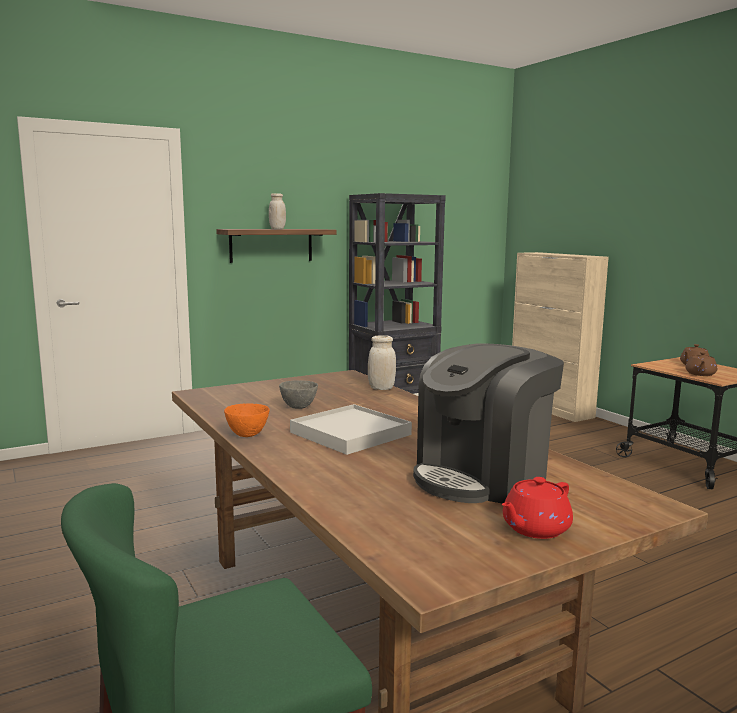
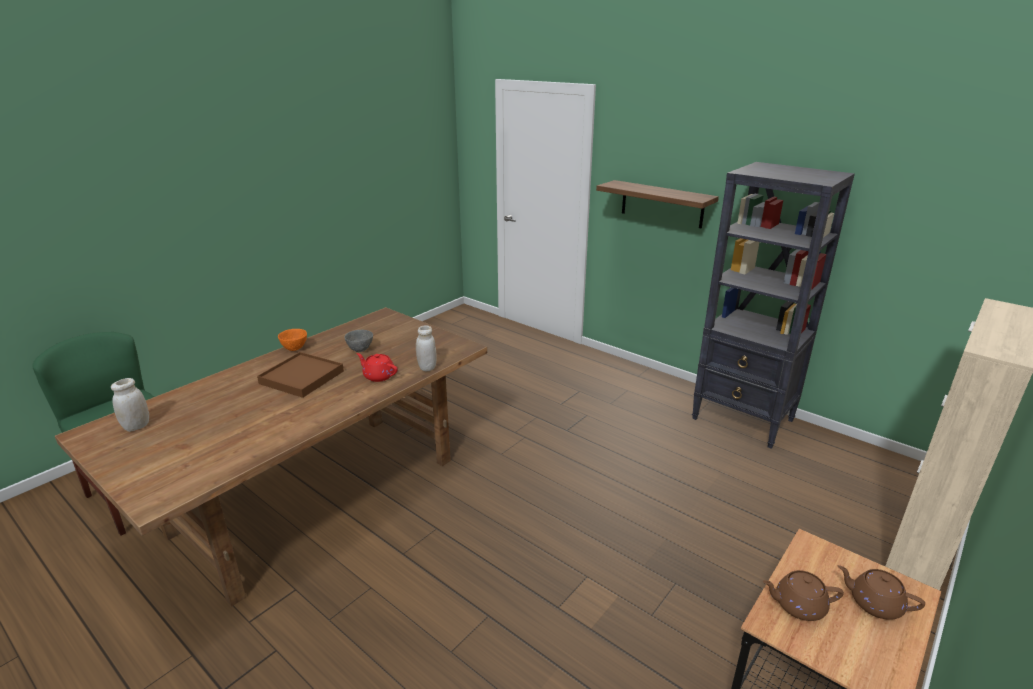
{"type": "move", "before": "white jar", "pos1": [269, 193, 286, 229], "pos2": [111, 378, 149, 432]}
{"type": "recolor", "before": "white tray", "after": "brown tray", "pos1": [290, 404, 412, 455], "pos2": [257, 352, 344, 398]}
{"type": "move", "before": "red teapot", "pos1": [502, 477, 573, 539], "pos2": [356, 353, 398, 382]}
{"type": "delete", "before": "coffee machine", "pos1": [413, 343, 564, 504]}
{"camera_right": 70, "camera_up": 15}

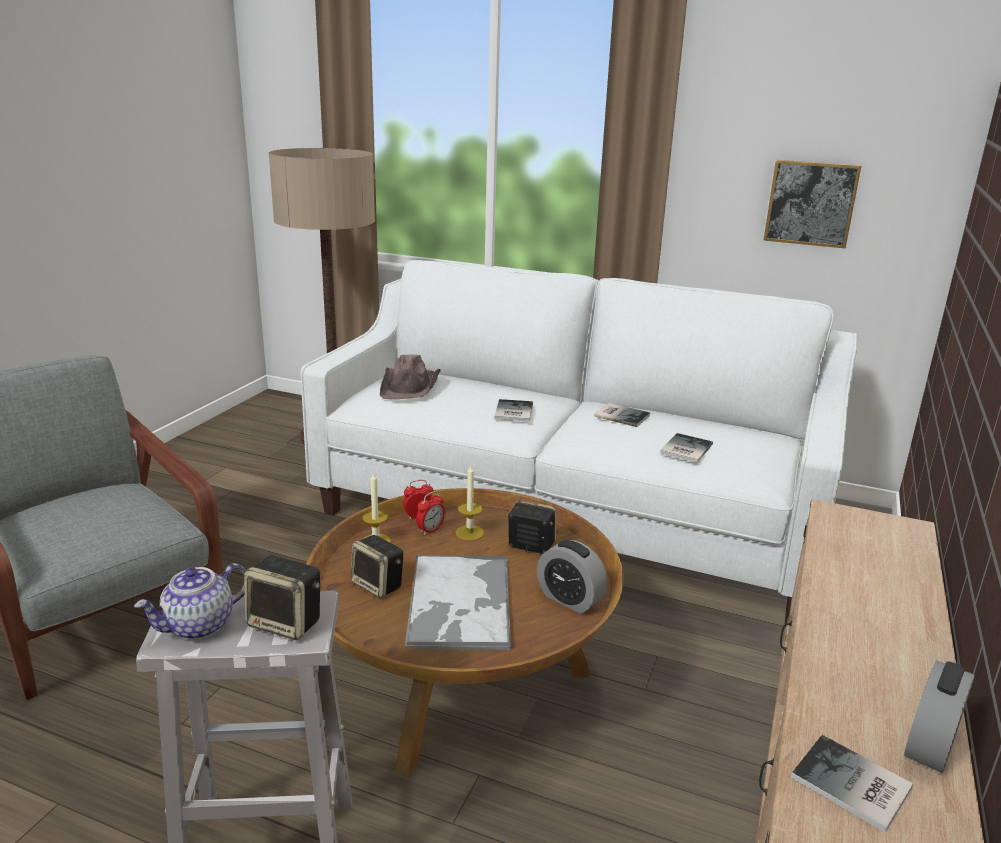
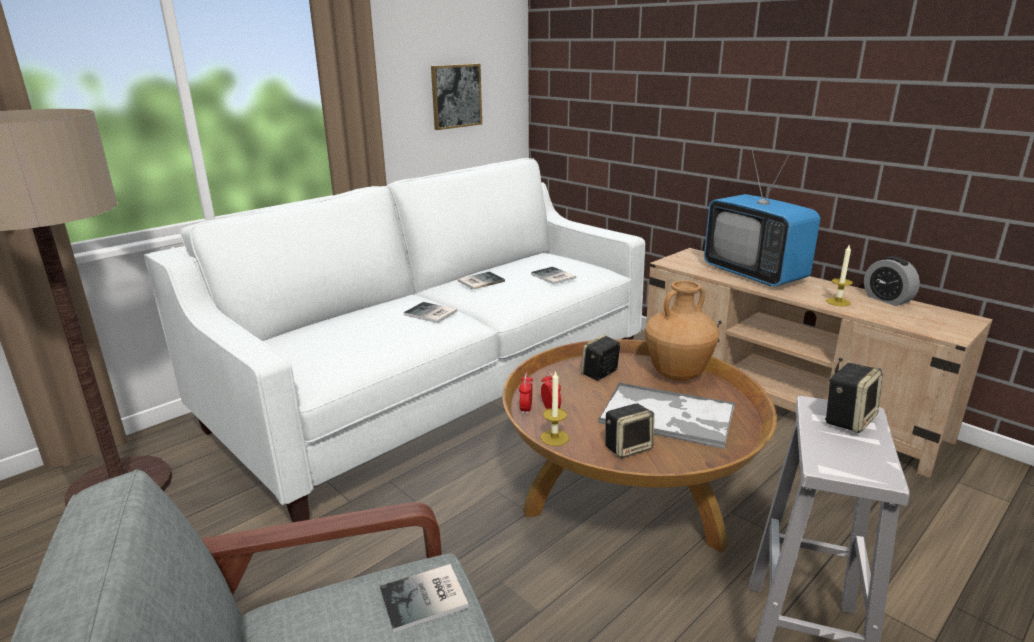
{"type": "move", "before": "book", "pos1": [791, 735, 913, 832], "pos2": [380, 564, 469, 633]}
{"type": "replace", "before": "alarm clock", "after": "brown vase", "pos1": [537, 540, 608, 614], "pos2": [644, 280, 720, 381]}
{"type": "insert", "after": "television", "pos2": [704, 150, 820, 286]}
{"type": "move", "before": "candle", "pos1": [455, 465, 484, 541], "pos2": [826, 244, 853, 306]}
{"type": "delete", "before": "teapot", "pos1": [134, 563, 246, 640]}
{"type": "delete", "before": "brown hat", "pos1": [380, 355, 441, 400]}
{"camera_right": -65, "camera_up": 0}

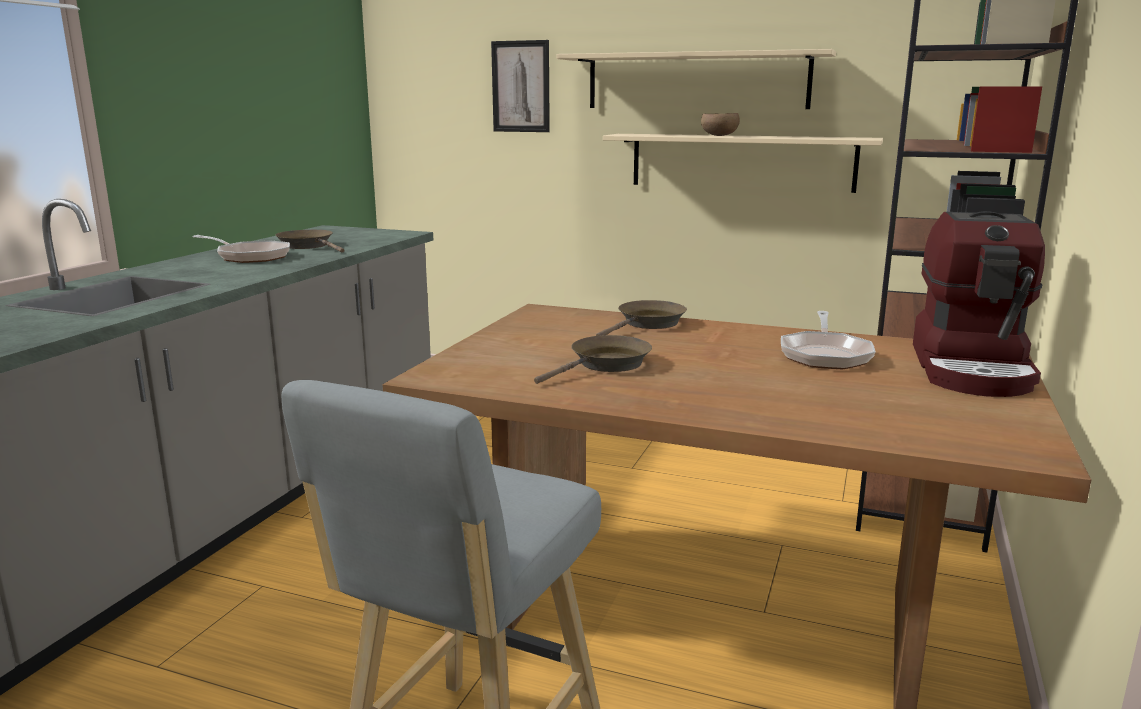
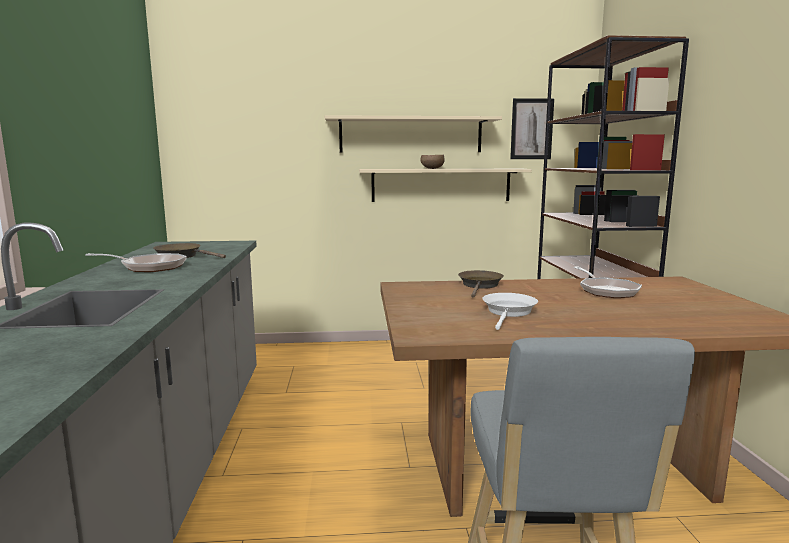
{"type": "recolor", "before": "brown frying pan", "after": "white frying pan", "pos1": [534, 335, 652, 384], "pos2": [482, 293, 538, 330]}
{"type": "move", "before": "picture", "pos1": [491, 40, 550, 132], "pos2": [510, 98, 554, 159]}
{"type": "delete", "before": "coffee machine", "pos1": [913, 211, 1045, 397]}
{"camera_right": -25, "camera_up": -5}

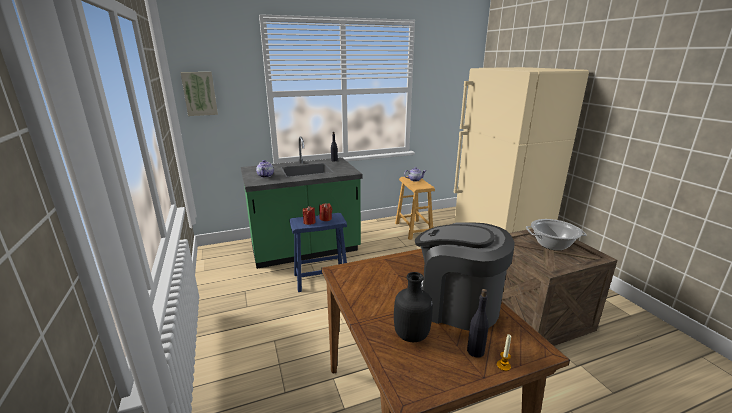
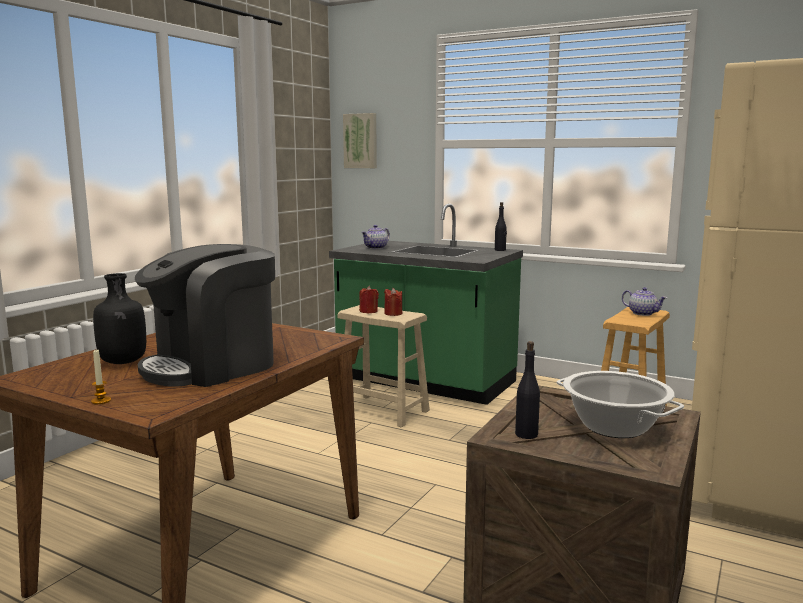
{"type": "rotate", "before": "coffee machine", "pos1": [415, 222, 514, 331], "pos2": [135, 244, 275, 387], "turn": -120}
{"type": "recolor", "before": "blue stool", "after": "beige stool", "pos1": [289, 213, 347, 292], "pos2": [337, 305, 430, 428]}
{"type": "move", "before": "black bottle", "pos1": [467, 289, 489, 358], "pos2": [515, 341, 540, 439]}
{"camera_right": 50, "camera_up": -10}

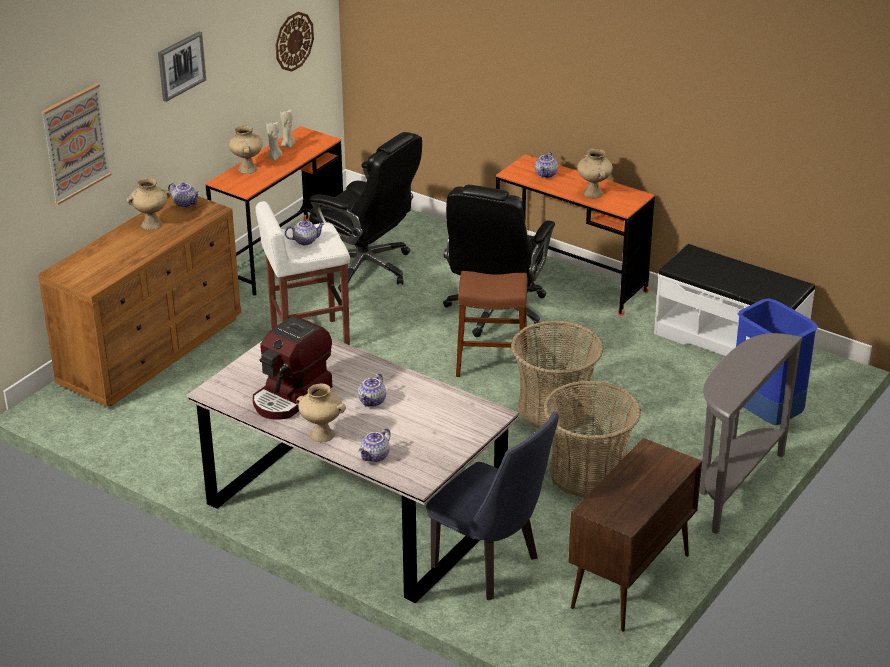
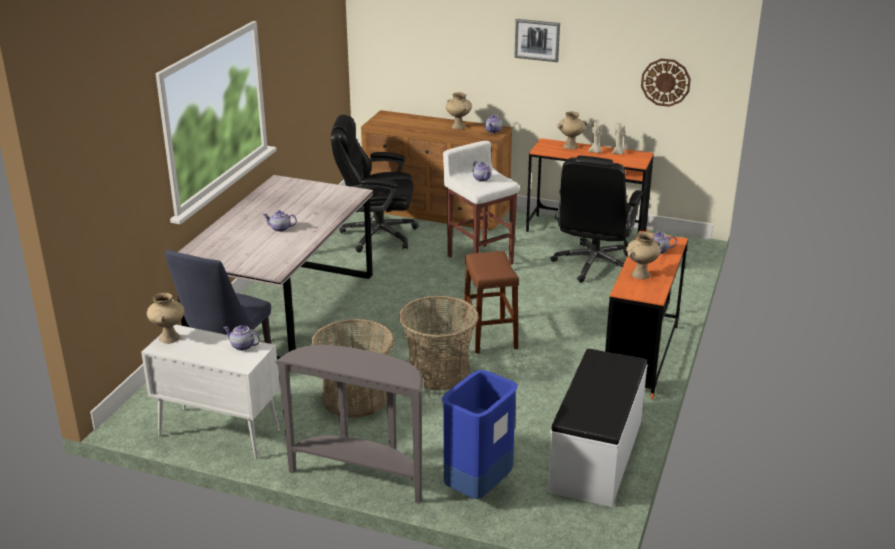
{"type": "recolor", "before": "brown cabinet", "after": "white cabinet", "pos1": [568, 438, 702, 632], "pos2": [141, 325, 280, 459]}
{"type": "move", "before": "beige vase", "pos1": [296, 383, 346, 442], "pos2": [147, 293, 184, 344]}
{"type": "move", "before": "teapot", "pos1": [359, 428, 391, 462], "pos2": [223, 325, 260, 351]}
{"type": "move", "before": "black office chair", "pos1": [443, 185, 555, 337], "pos2": [331, 115, 419, 253]}
{"type": "delete", "before": "picture", "pos1": [41, 83, 111, 205]}
{"type": "delete", "before": "coffee machine", "pos1": [253, 316, 332, 420]}
{"camera_right": 75, "camera_up": -5}

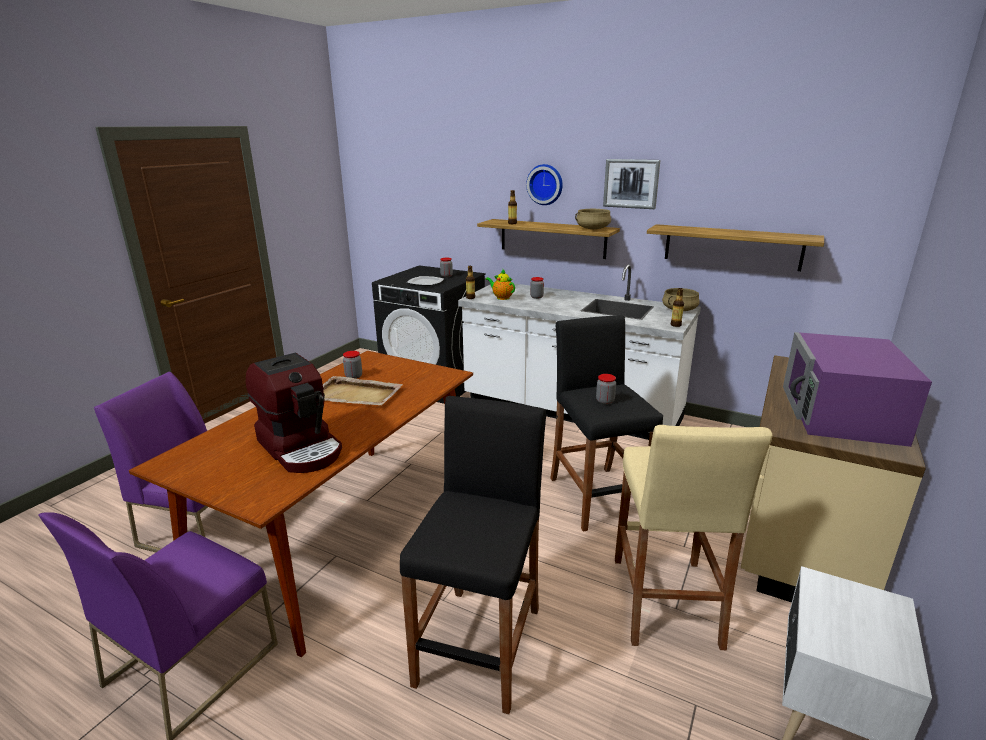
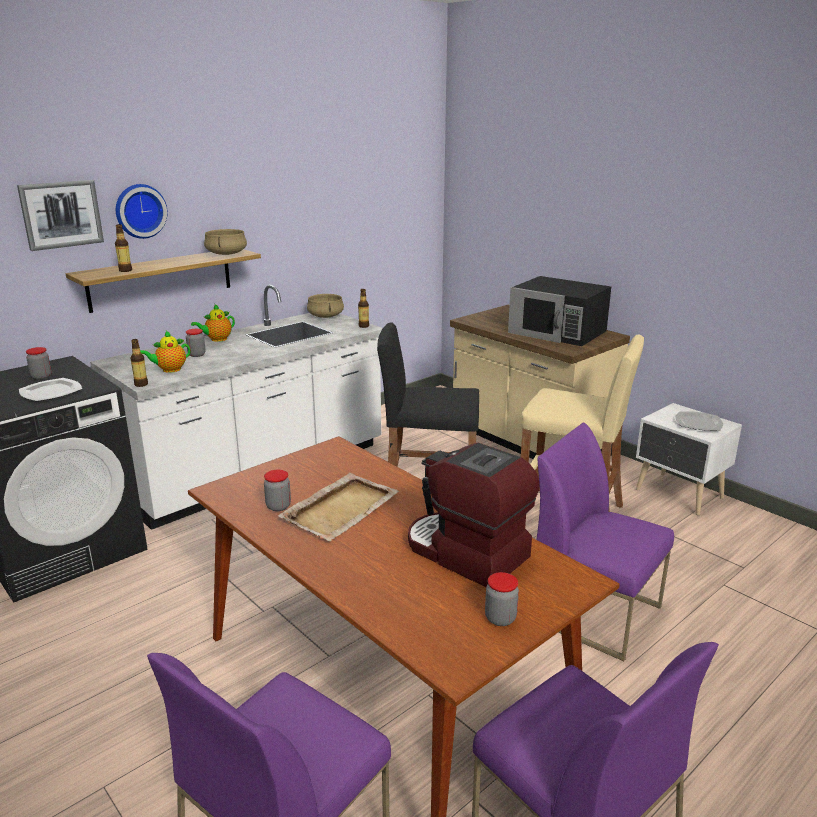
{"type": "move", "before": "picture", "pos1": [603, 159, 661, 209], "pos2": [17, 180, 104, 251]}
{"type": "insert", "after": "teapot", "pos2": [191, 304, 235, 342]}
{"type": "rotate", "before": "coffee machine", "pos1": [246, 353, 342, 473], "pos2": [408, 443, 540, 587], "turn": -120}
{"type": "move", "before": "jar", "pos1": [596, 374, 616, 404], "pos2": [485, 572, 519, 626]}
{"type": "recolor", "before": "purple microwave", "after": "black microwave", "pos1": [783, 332, 932, 447], "pos2": [508, 276, 611, 346]}
{"type": "replace", "before": "black stool", "after": "purple chair", "pos1": [400, 396, 546, 714], "pos2": [536, 422, 674, 661]}
{"type": "insert", "after": "plate", "pos2": [675, 411, 723, 431]}
{"type": "delete", "before": "shelf", "pos1": [647, 224, 824, 271]}
{"camera_right": -70, "camera_up": 0}

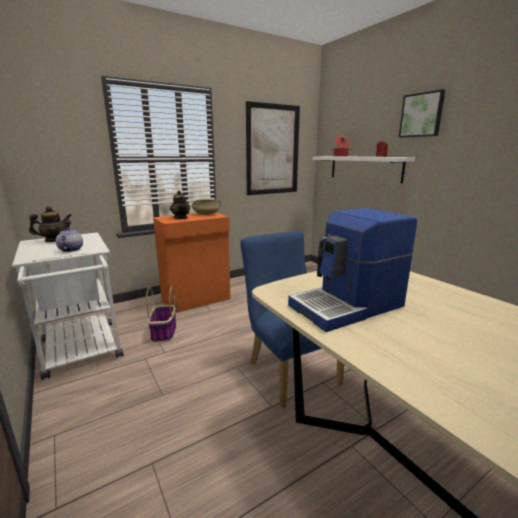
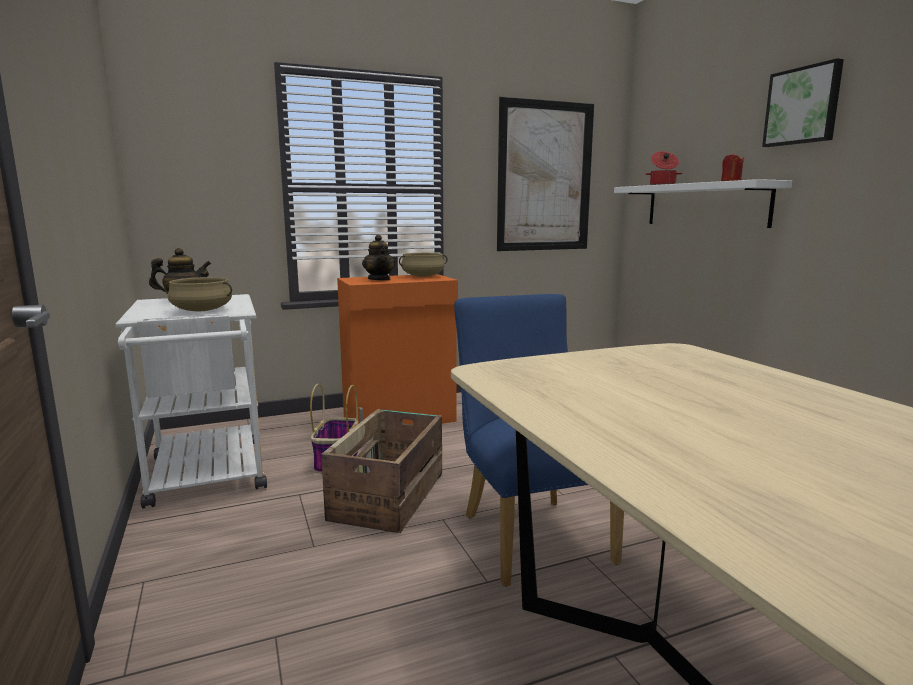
{"type": "replace", "before": "teapot", "after": "beige cooking pot", "pos1": [56, 227, 83, 252], "pos2": [164, 277, 232, 311]}
{"type": "insert", "after": "crate", "pos2": [321, 409, 442, 533]}
{"type": "delete", "before": "coffee machine", "pos1": [288, 208, 417, 332]}
{"camera_right": 10, "camera_up": -5}

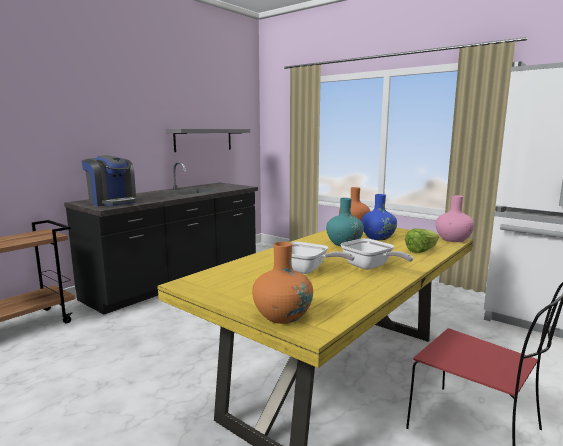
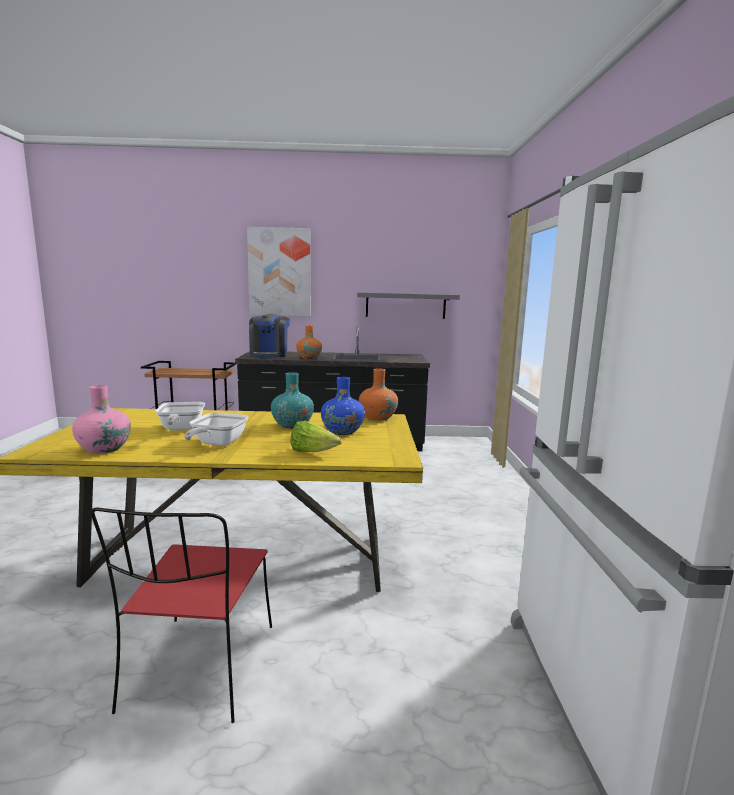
{"type": "move", "before": "pink vase", "pos1": [436, 195, 474, 242], "pos2": [72, 385, 131, 454]}
{"type": "insert", "after": "picture", "pos2": [247, 227, 310, 316]}
{"type": "move", "before": "orange vase", "pos1": [252, 242, 313, 324], "pos2": [296, 326, 322, 359]}
{"camera_right": 50, "camera_up": 0}

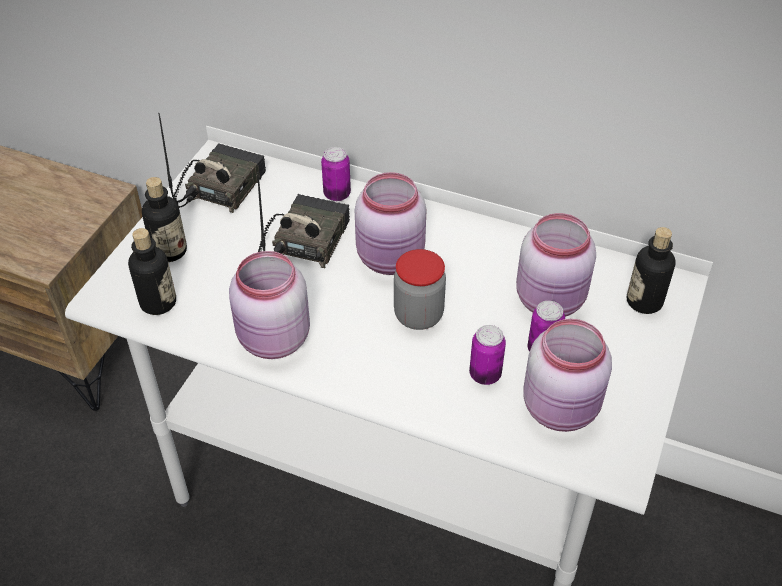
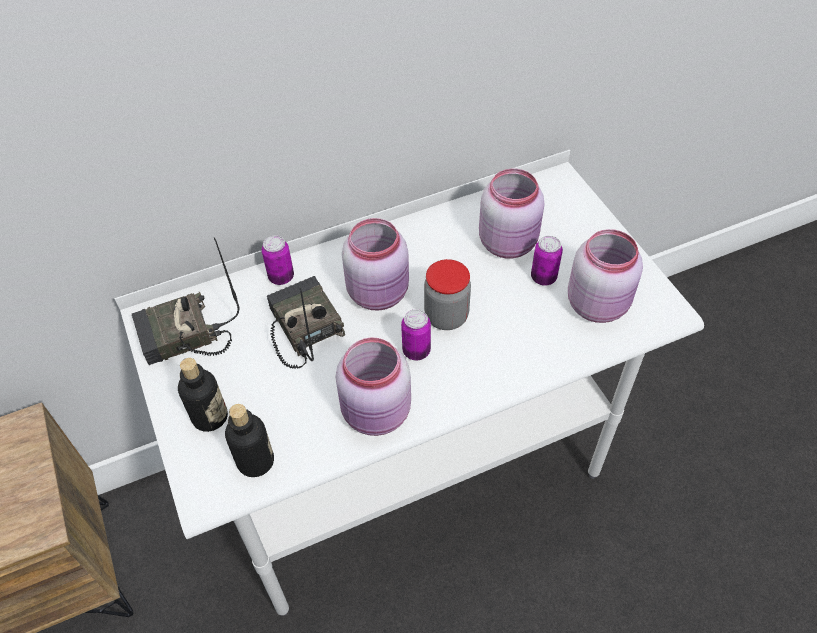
{"type": "rotate", "before": "radio", "pos1": [158, 113, 266, 213], "pos2": [132, 237, 240, 365], "turn": -90}
{"type": "move", "before": "can", "pos1": [469, 325, 506, 385], "pos2": [401, 309, 431, 361]}
{"type": "delete", "before": "bottle", "pos1": [627, 227, 676, 314]}
{"camera_right": -45, "camera_up": 5}

